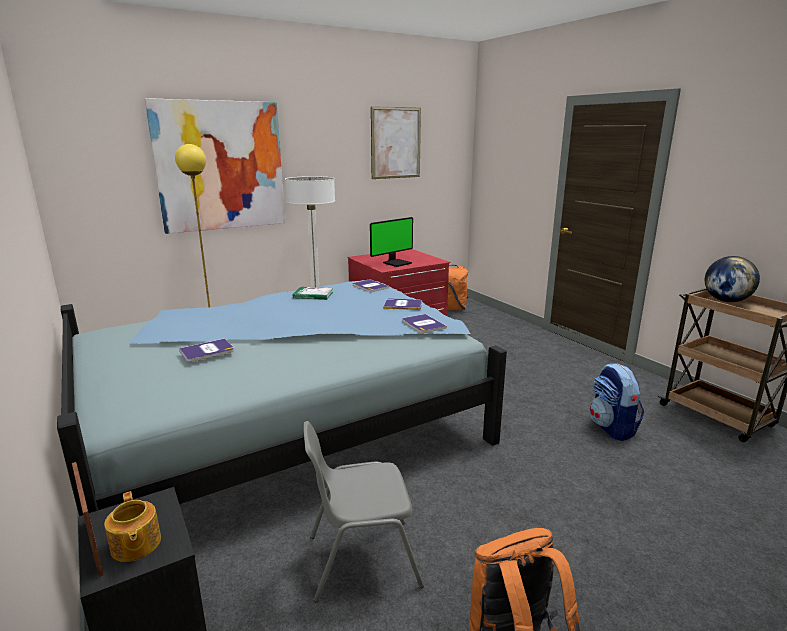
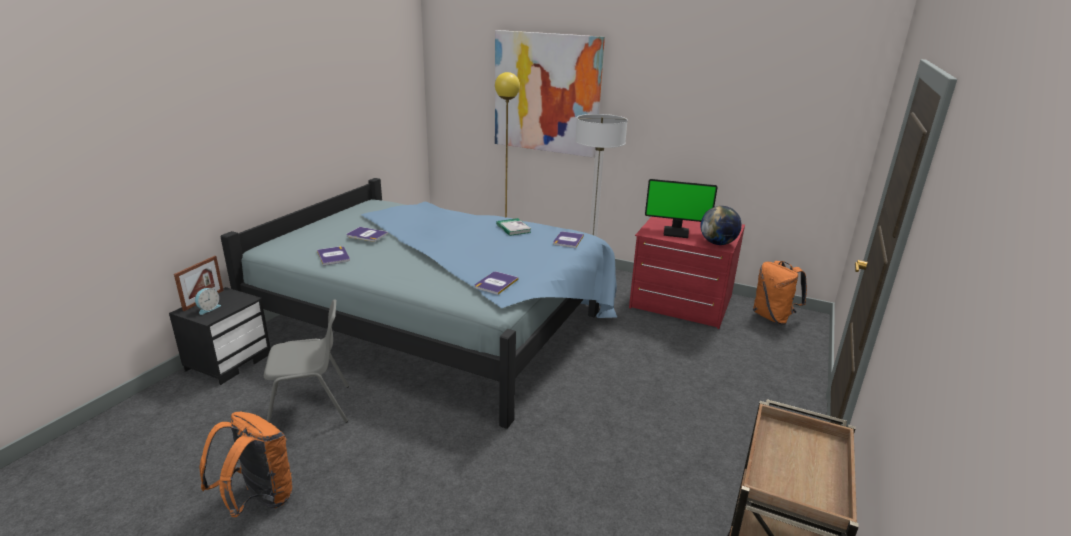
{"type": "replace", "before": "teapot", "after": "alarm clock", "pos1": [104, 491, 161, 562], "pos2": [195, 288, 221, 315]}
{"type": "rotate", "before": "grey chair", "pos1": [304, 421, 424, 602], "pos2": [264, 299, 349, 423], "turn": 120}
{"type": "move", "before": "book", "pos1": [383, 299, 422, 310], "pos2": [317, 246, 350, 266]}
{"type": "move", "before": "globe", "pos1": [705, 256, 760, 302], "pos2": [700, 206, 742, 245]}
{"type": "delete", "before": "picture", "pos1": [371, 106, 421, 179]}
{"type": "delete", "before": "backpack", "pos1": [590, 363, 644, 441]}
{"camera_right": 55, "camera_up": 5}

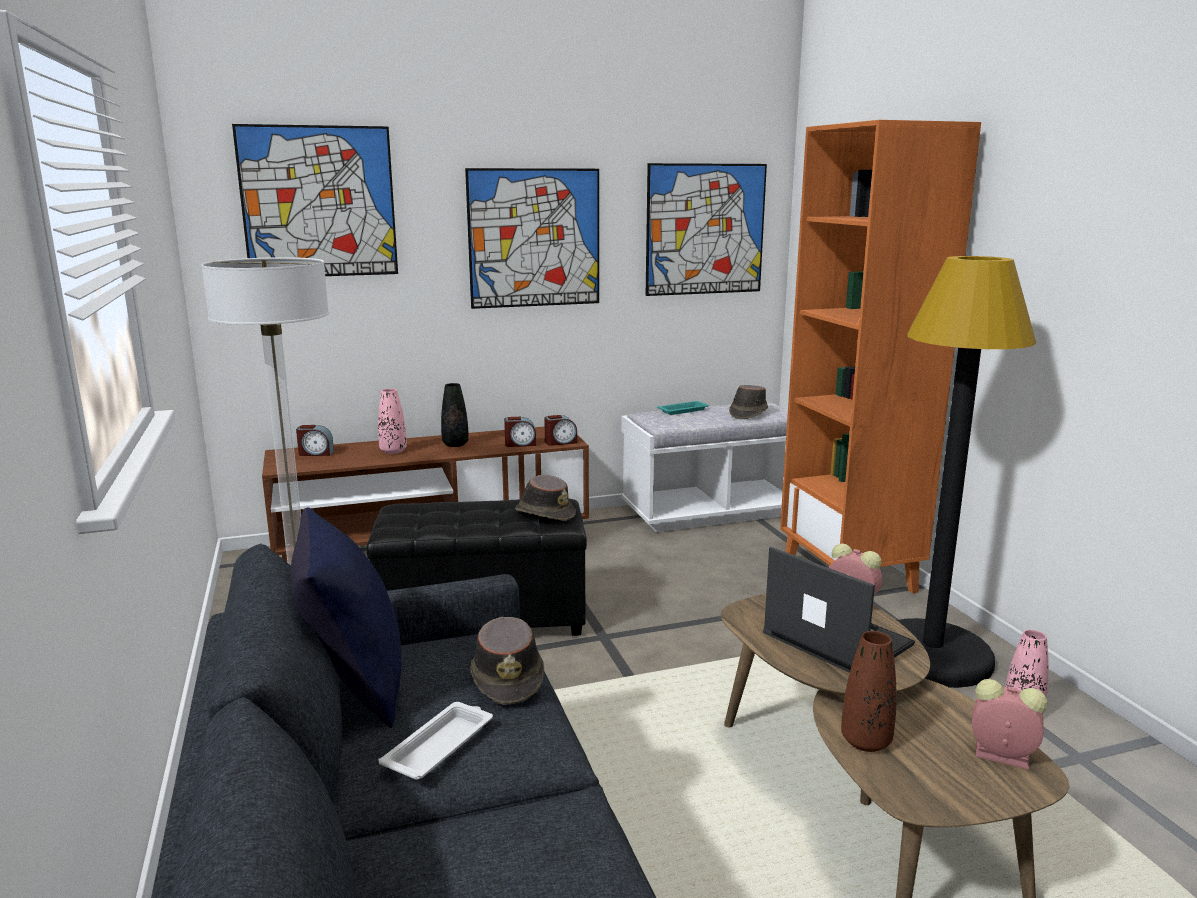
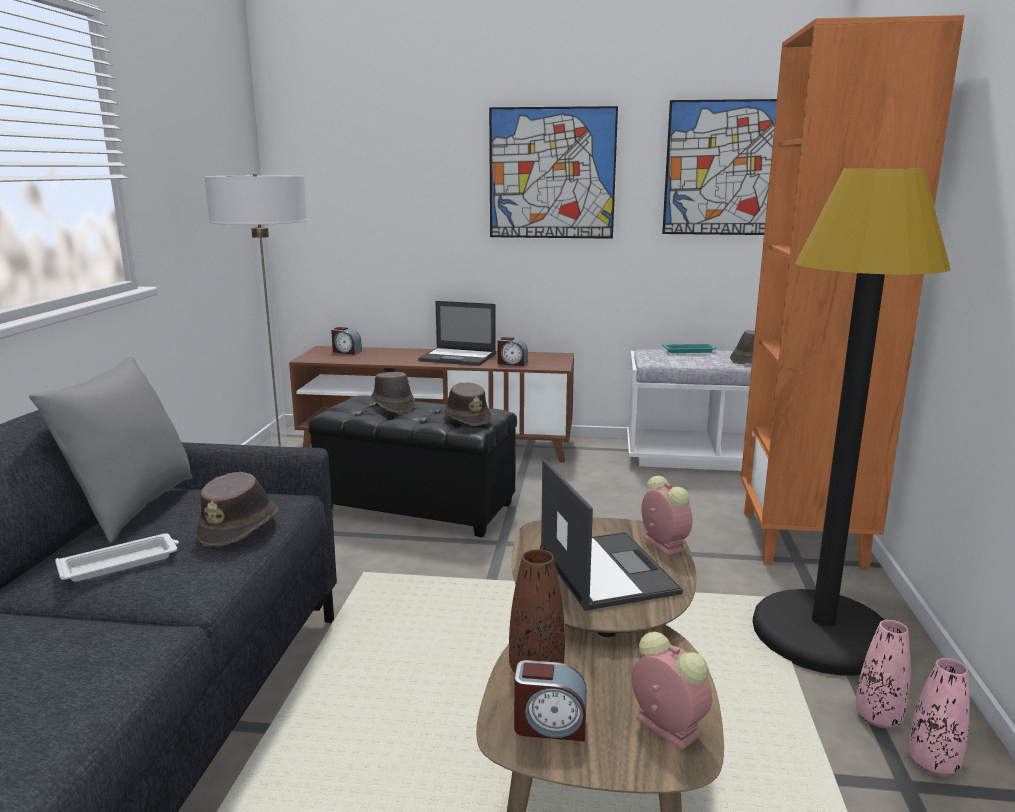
{"type": "recolor", "before": "blue pillow", "after": "grey pillow", "pos1": [290, 507, 401, 728], "pos2": [29, 356, 193, 543]}
{"type": "insert", "after": "brown hat", "pos2": [371, 372, 415, 413]}
{"type": "replace", "before": "black vase", "after": "laptop", "pos1": [441, 383, 469, 447], "pos2": [418, 301, 496, 366]}
{"type": "move", "before": "alarm clock", "pos1": [544, 415, 577, 446], "pos2": [514, 660, 587, 741]}
{"type": "move", "before": "pink vase", "pos1": [378, 388, 407, 454], "pos2": [907, 658, 970, 775]}
{"type": "delete", "before": "picture", "pos1": [232, 124, 398, 276]}
{"camera_right": 25, "camera_up": 0}

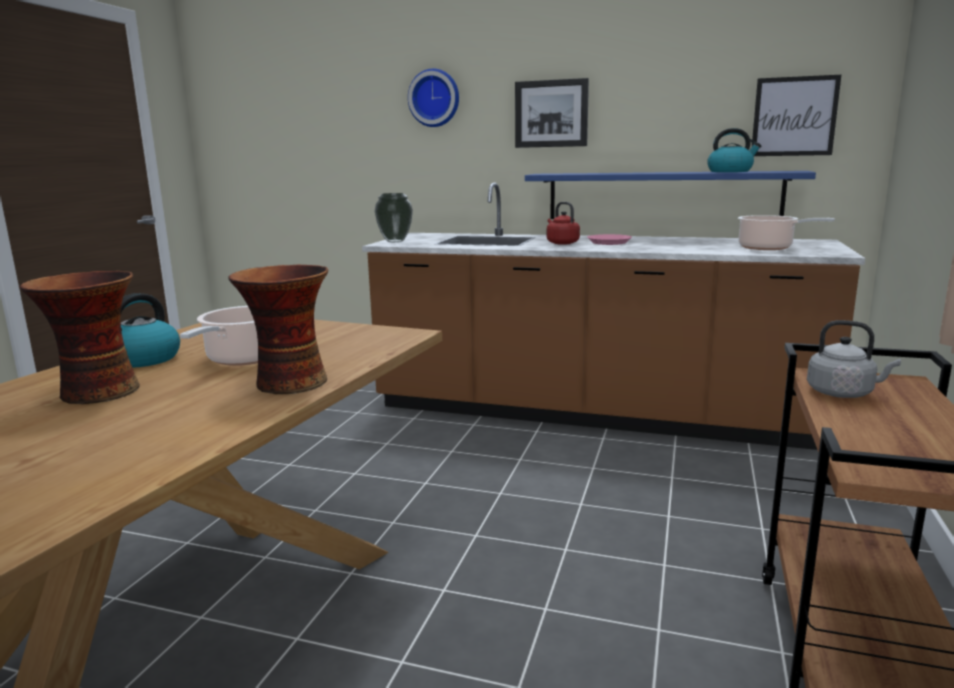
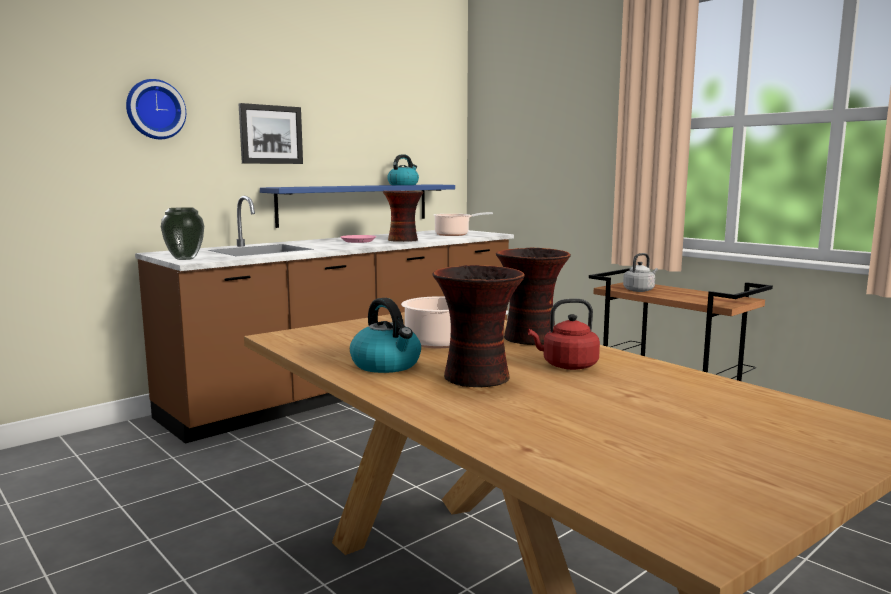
{"type": "insert", "after": "vase", "pos2": [383, 191, 424, 242]}
{"type": "move", "before": "red kettle", "pos1": [547, 202, 580, 245], "pos2": [528, 299, 600, 370]}
{"type": "delete", "before": "picture", "pos1": [752, 75, 841, 156]}
{"camera_right": -60, "camera_up": -5}

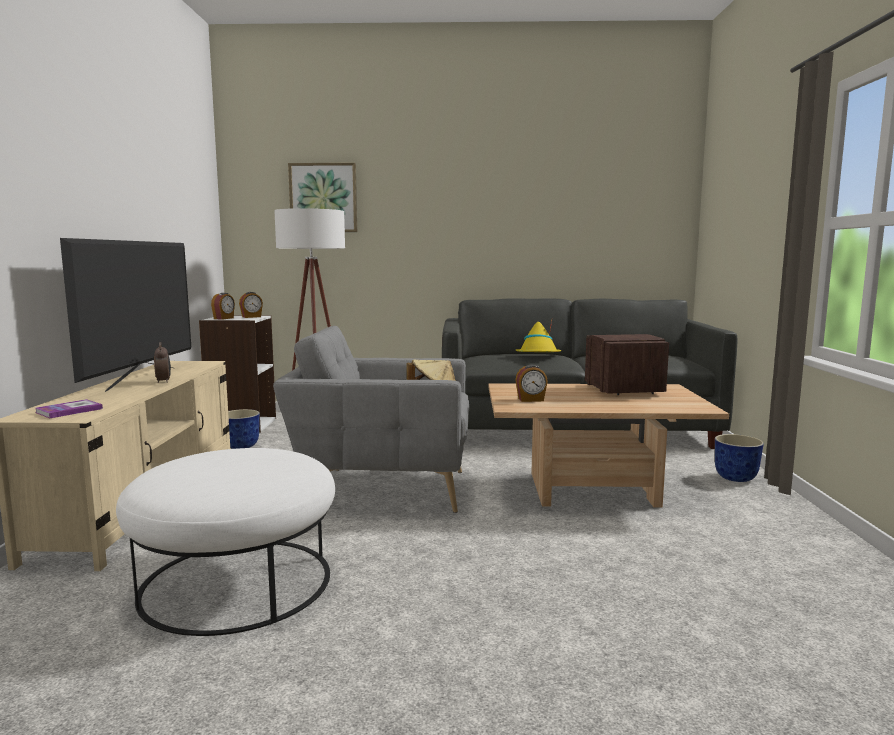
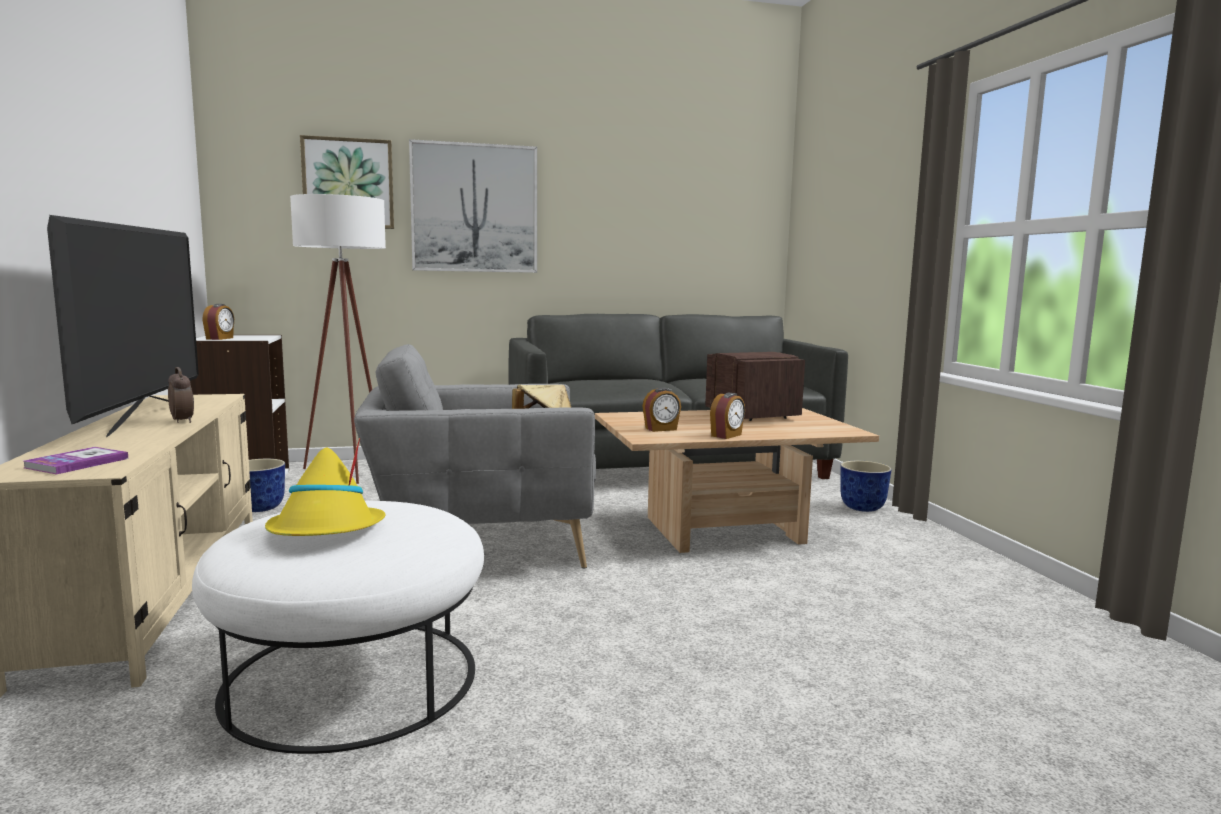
{"type": "move", "before": "yellow hat", "pos1": [516, 321, 561, 352], "pos2": [265, 438, 385, 536]}
{"type": "insert", "after": "picture", "pos2": [409, 139, 537, 273]}
{"type": "move", "before": "alarm clock", "pos1": [239, 292, 263, 318], "pos2": [710, 393, 745, 439]}
{"camera_right": -15, "camera_up": 0}

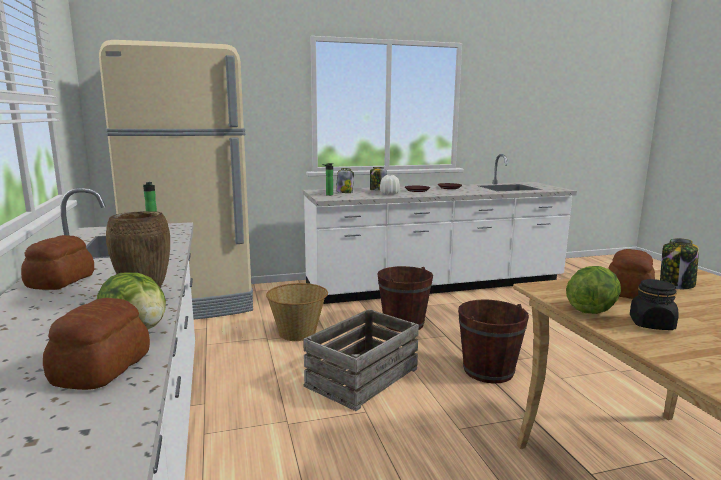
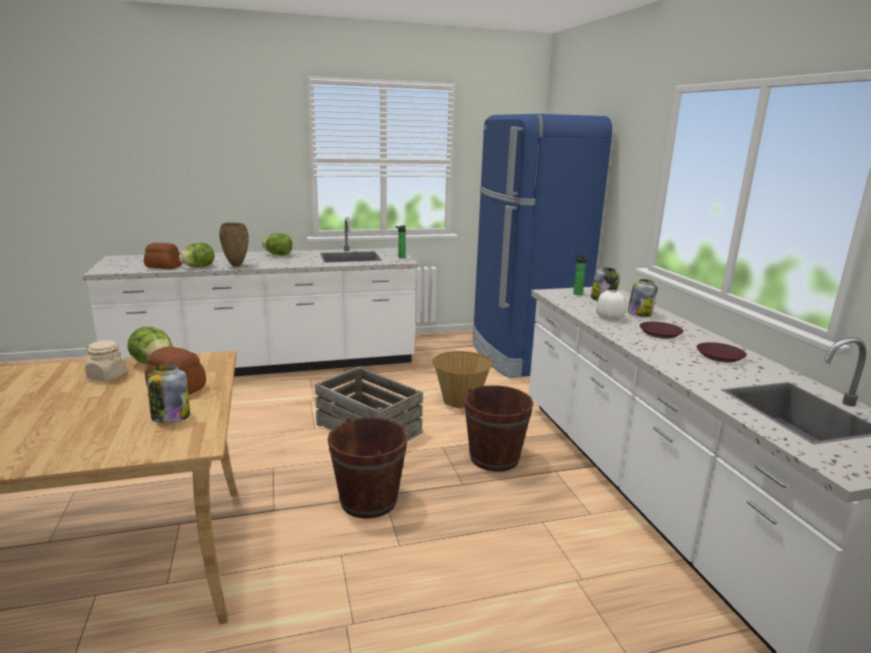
{"type": "recolor", "before": "black jar", "after": "beige jar", "pos1": [630, 279, 679, 330], "pos2": [85, 340, 127, 381]}
{"type": "replace", "before": "bread", "after": "lettuce", "pos1": [21, 235, 94, 290], "pos2": [262, 233, 292, 255]}
{"type": "recolor", "before": "beige fridge", "after": "blue fridge", "pos1": [99, 40, 253, 319], "pos2": [472, 114, 612, 378]}
{"camera_right": 90, "camera_up": 5}

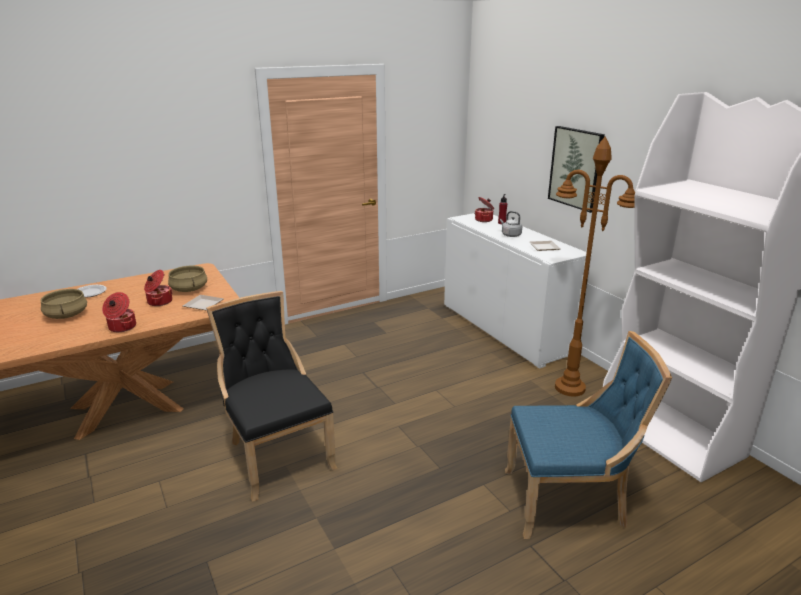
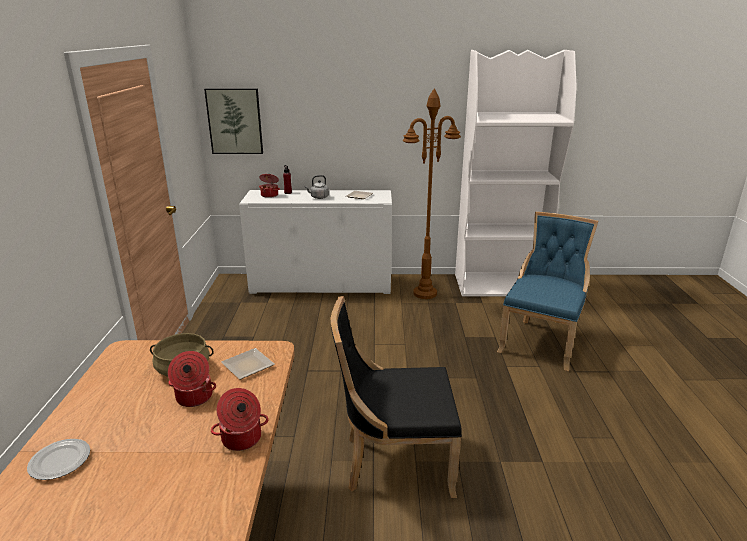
{"type": "move", "before": "picture", "pos1": [548, 126, 605, 213], "pos2": [204, 88, 263, 154]}
{"type": "delete", "before": "beige cooking pot", "pos1": [40, 289, 87, 319]}
{"camera_right": -60, "camera_up": 0}

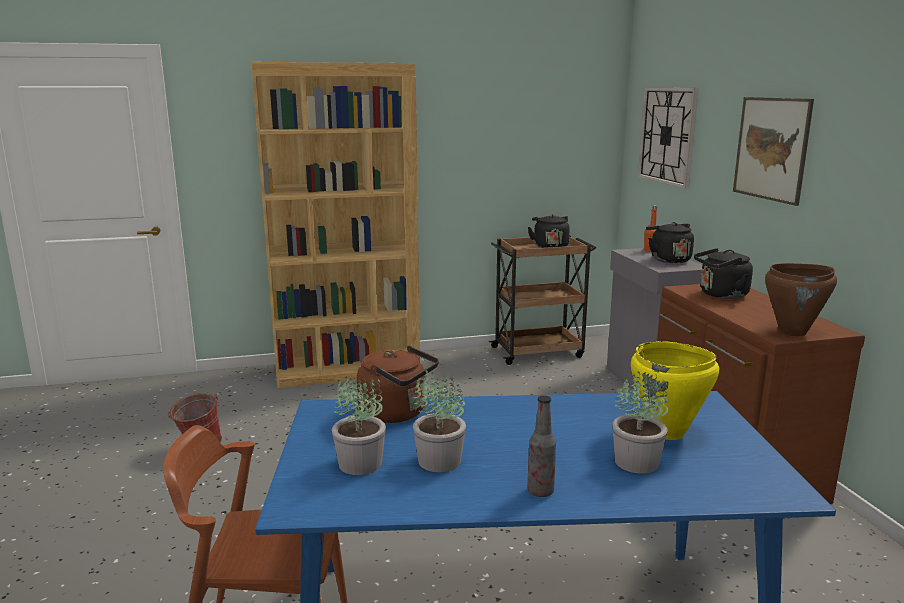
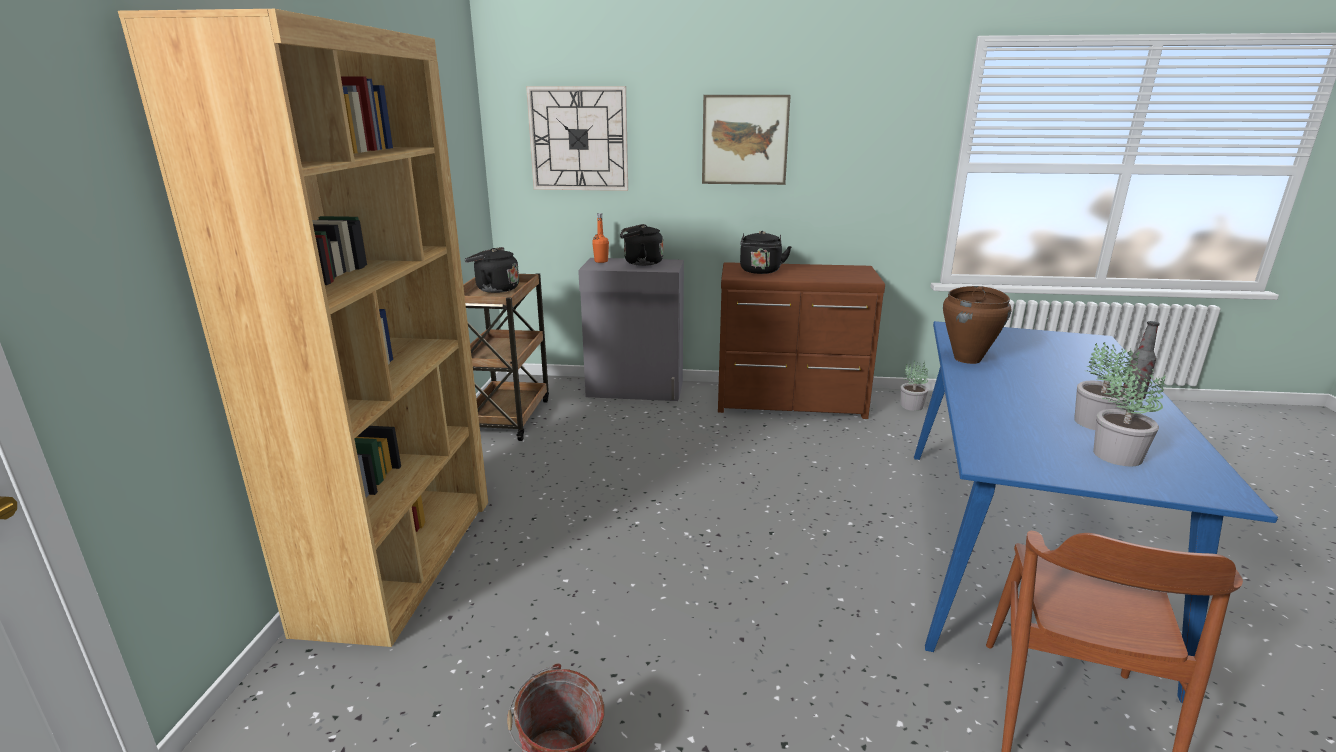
{"type": "move", "before": "potted plant", "pos1": [612, 371, 668, 474], "pos2": [901, 361, 928, 411]}
{"type": "move", "before": "brown cooking pot", "pos1": [765, 263, 837, 336], "pos2": [943, 286, 1011, 364]}
{"type": "delete", "before": "brown kettle", "pos1": [357, 346, 439, 423]}
{"type": "delete", "before": "yellow cooking pot", "pos1": [631, 341, 719, 440]}
{"camera_right": -70, "camera_up": 5}

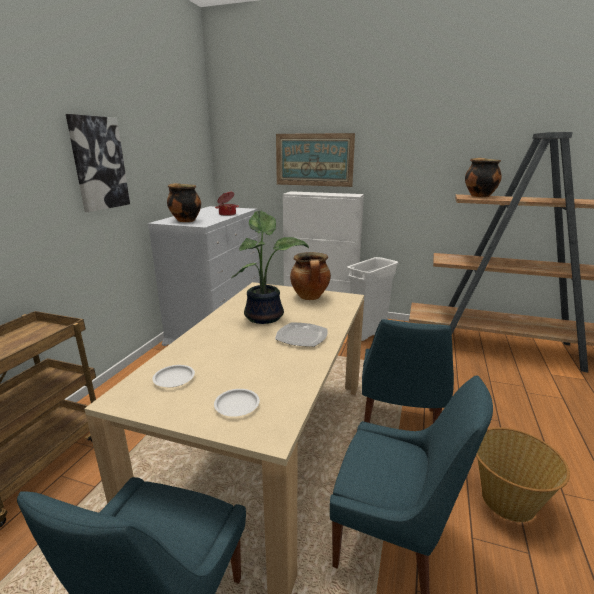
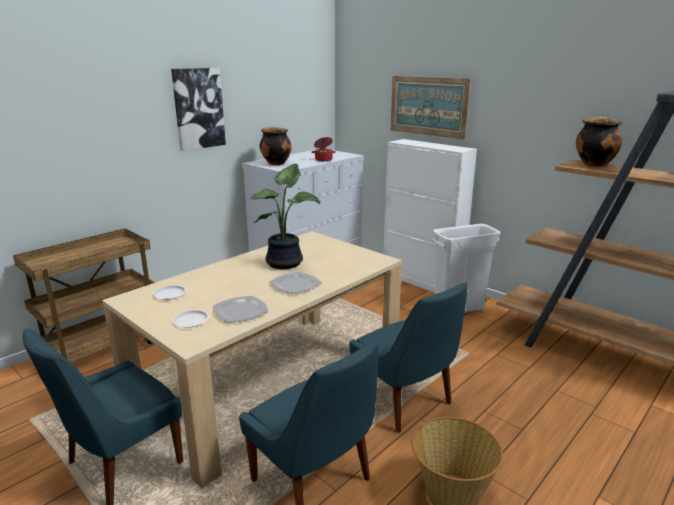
{"type": "insert", "after": "plate", "pos2": [213, 296, 268, 323]}
{"type": "rotate", "before": "blue chair", "pos1": [362, 319, 454, 423], "pos2": [350, 282, 468, 433], "turn": -75}
{"type": "delete", "before": "cooking pot", "pos1": [290, 252, 331, 300]}
{"camera_right": 25, "camera_up": 0}

